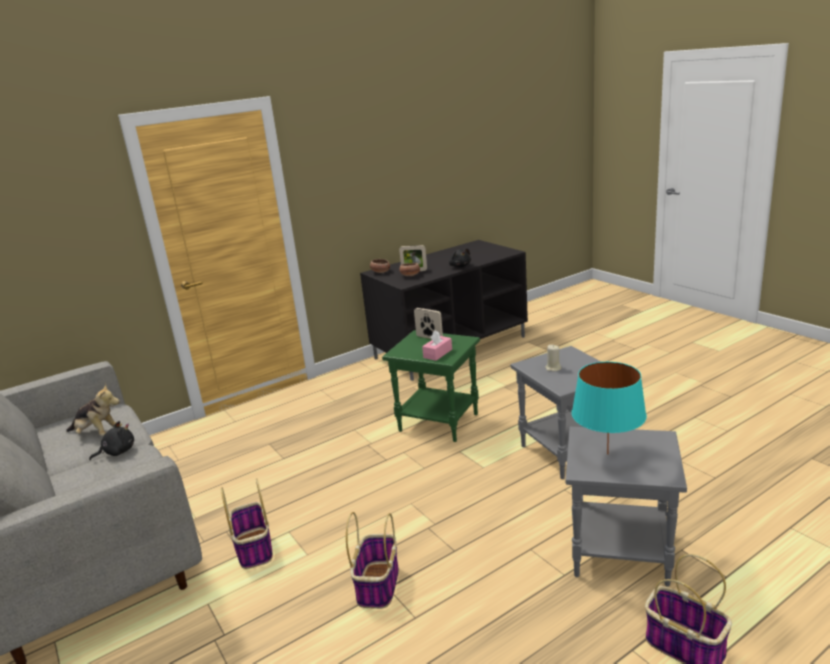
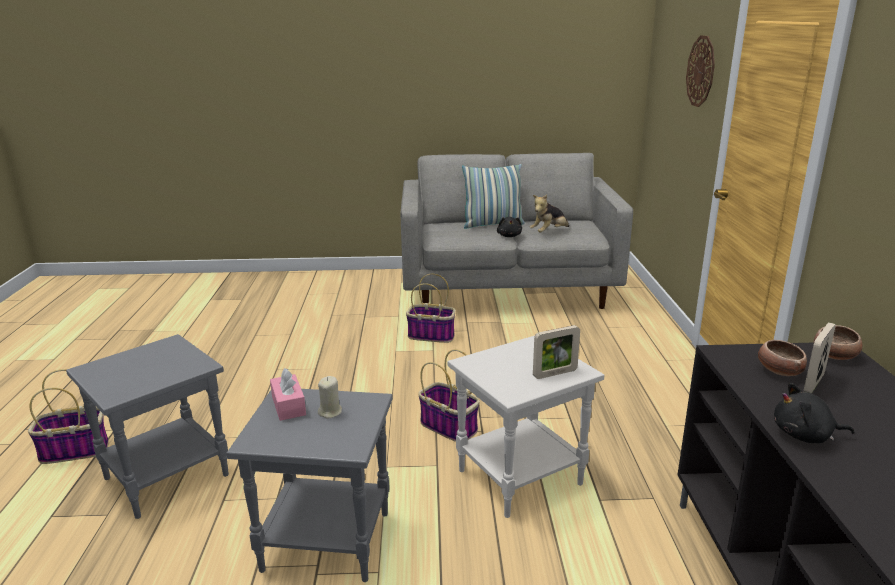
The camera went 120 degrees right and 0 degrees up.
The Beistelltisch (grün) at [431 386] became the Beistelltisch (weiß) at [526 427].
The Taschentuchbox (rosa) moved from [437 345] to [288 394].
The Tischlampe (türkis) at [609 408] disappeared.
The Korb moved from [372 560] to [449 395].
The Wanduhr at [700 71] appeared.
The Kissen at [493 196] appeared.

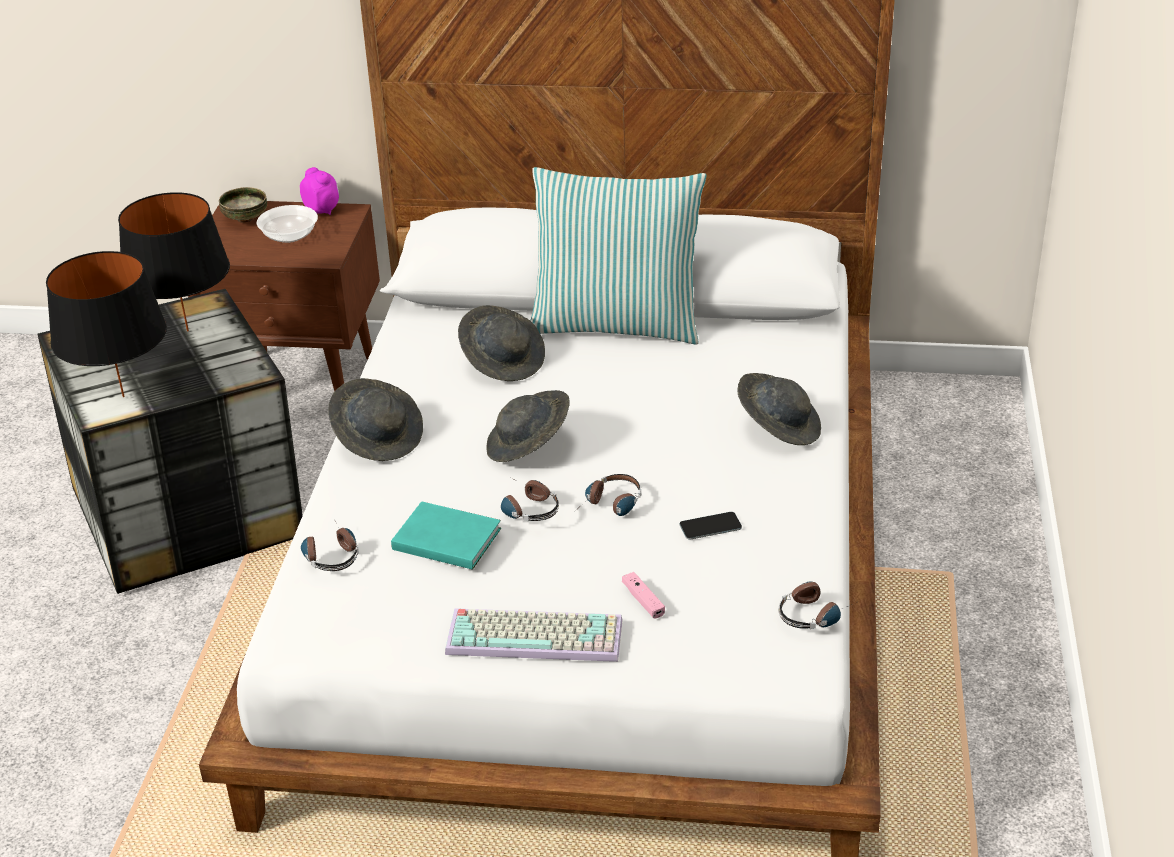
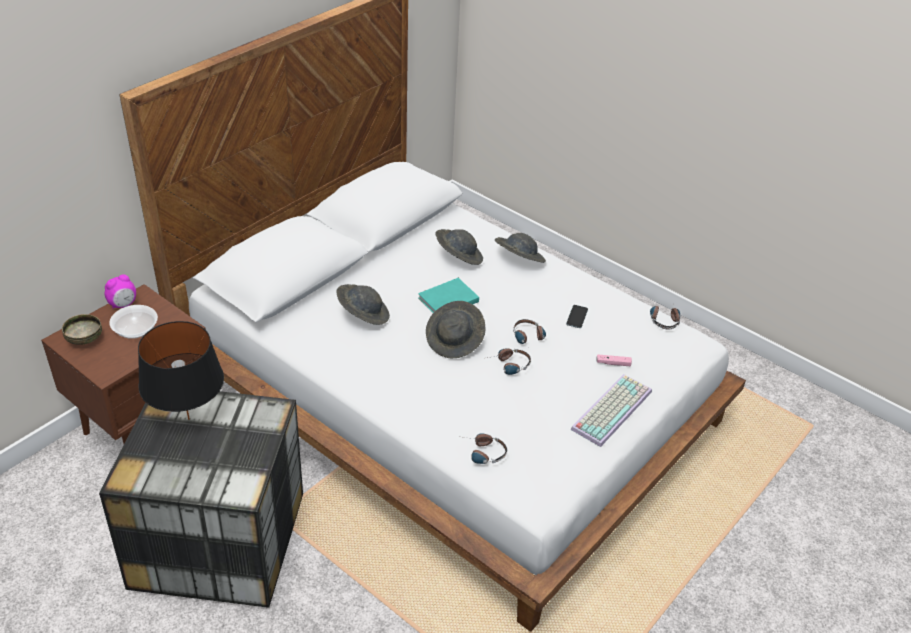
The camera went 60 degrees left and 5 degrees up.
The Wecker at [319 191] turned 150 degrees clockwise.
The Kissen at [618 255] disappeared.
The Tischlampe (schwarz) at [106 324] disappeared.
The Hut (grau) moved from [375 419] to [459 247].
The Buch (türkis) moved from [446 535] to [448 295].

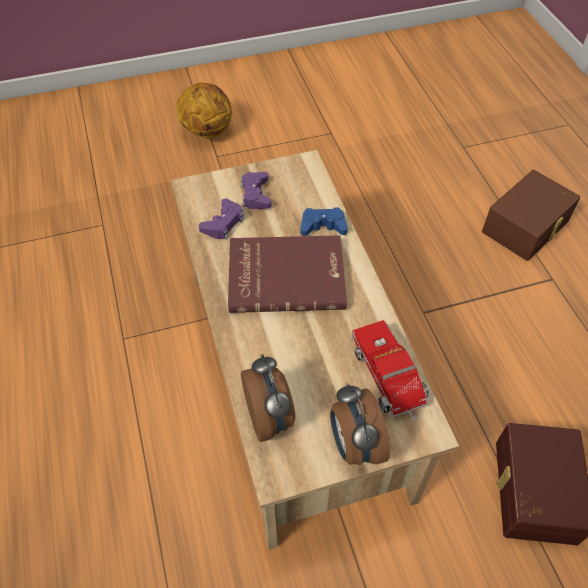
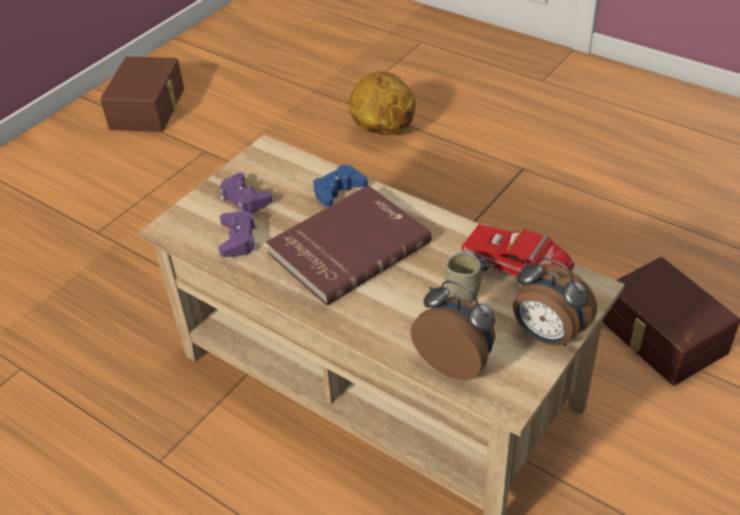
The camera went 35 degrees left and 10 degrees down.
The Basketball moved from [204 111] to [382 103].
The Aufbewahrungsbox (braun) moved from [531 215] to [142 94].
The Tasse at [463 276] appeared.

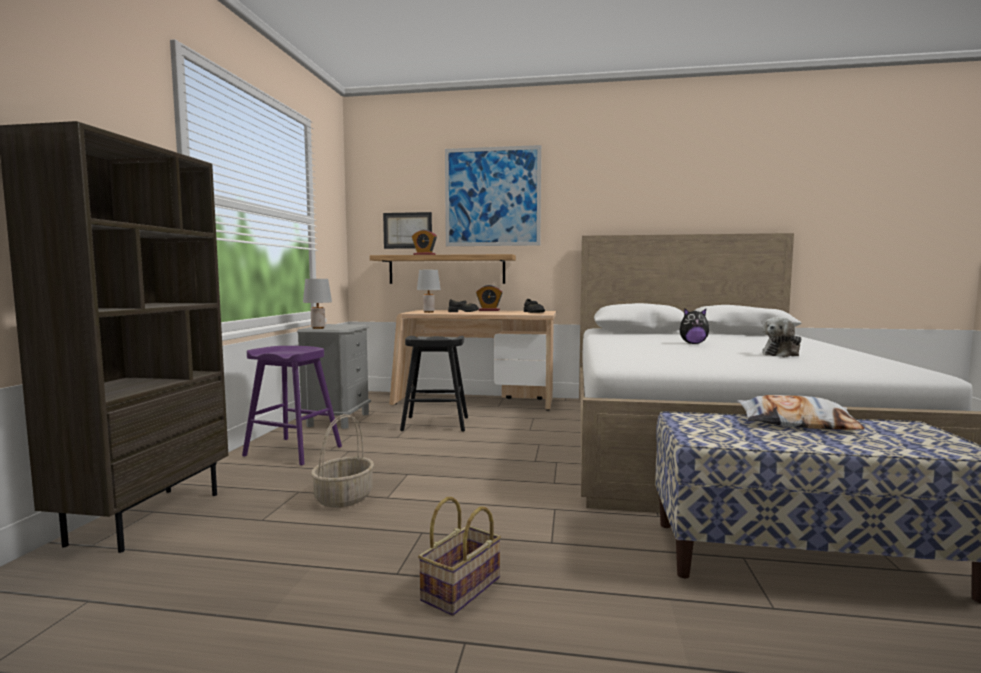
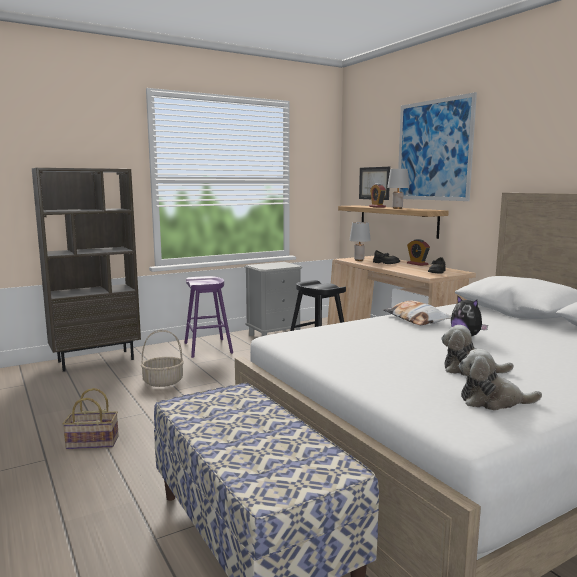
The camera went 50 degrees right and 5 degrees up.
The Tischlampe (grau) moved from [317 304] to [398 189].
The Kissen moved from [801 412] to [417 312].
The Plüschtier at [500 380] appeared.

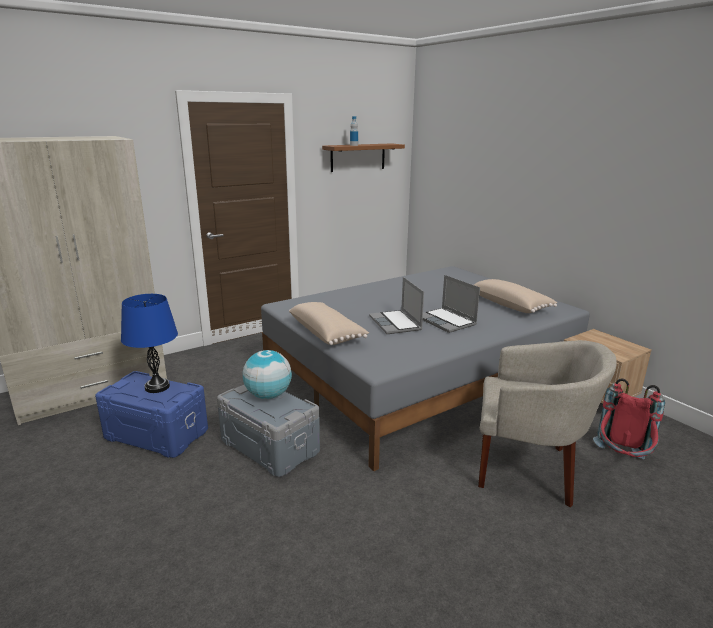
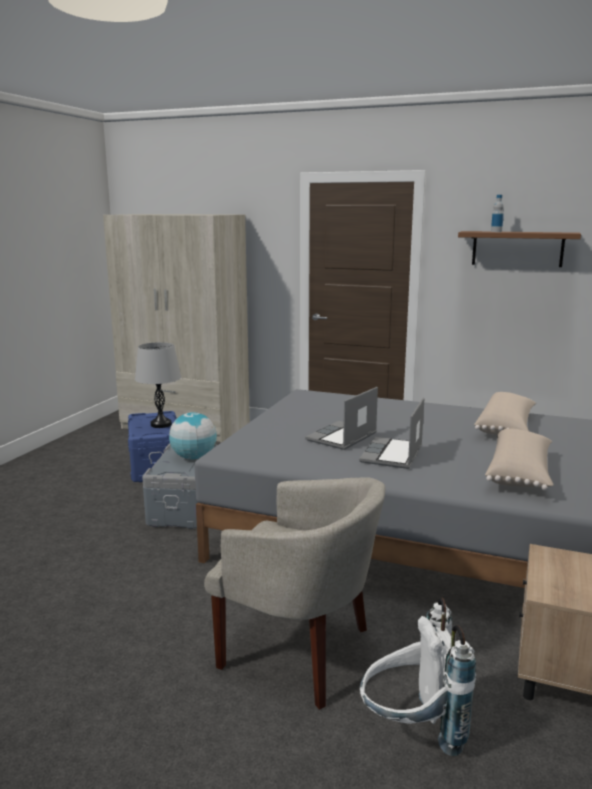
The camera went 55 degrees right and 5 degrees down.
The Tischlampe (blau) at [149 343] became the Tischlampe (grau) at [158 385].
The Kissen (beige) moved from [329 323] to [505 413].
The Sessel (beige) at [547 423] turned 45 degrees counterclockwise.
The Rucksack (rot) at [629 419] became the Rucksack (weiß) at [418 676].

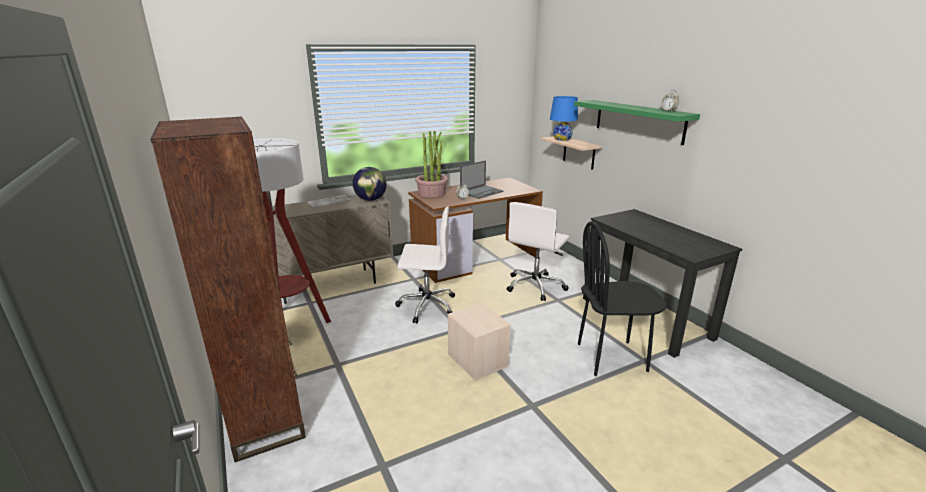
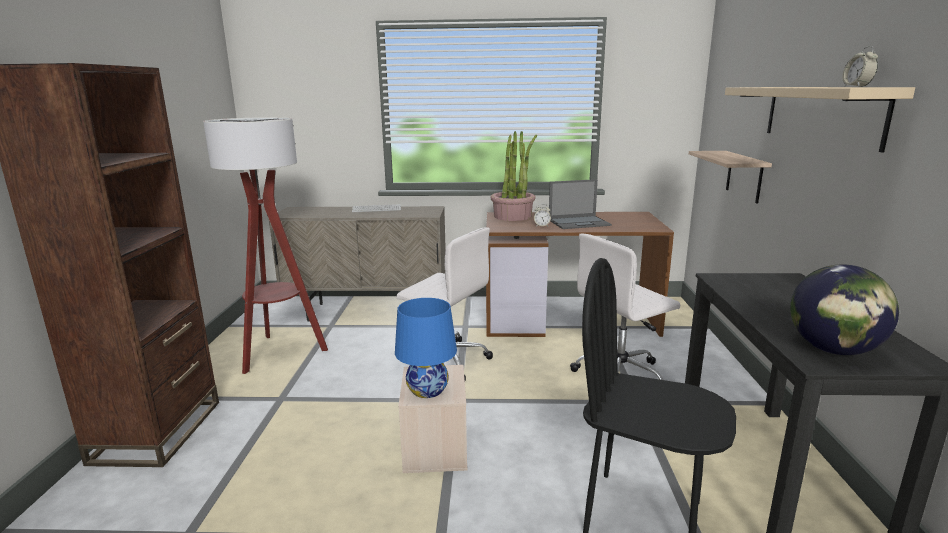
The camera went 30 degrees right and 5 degrees down.
The Tischlampe (blau) moved from [564 118] to [426 348].
The Wandregal (grün) at [637 122] became the Wandregal (beige) at [820 119].
The Globus moved from [369 184] to [844 309].

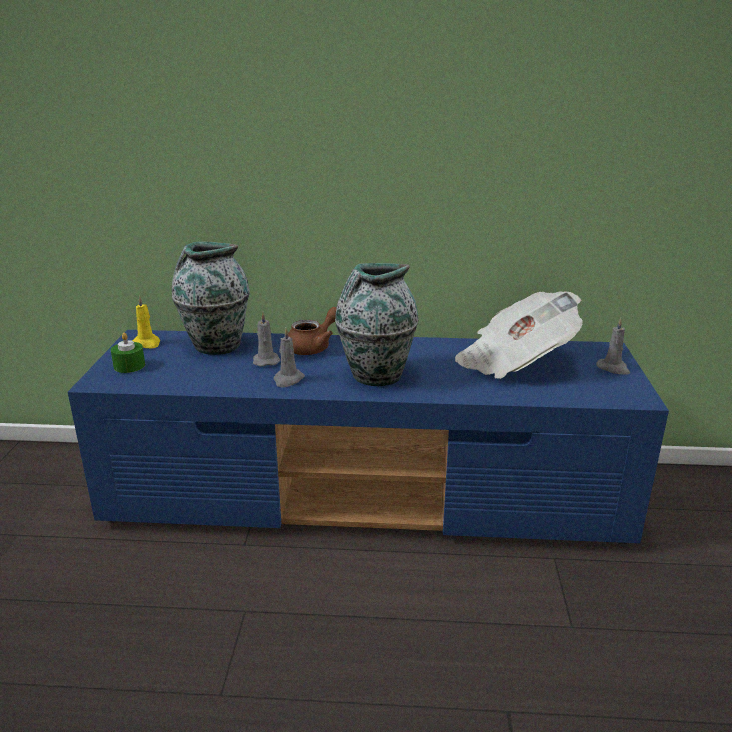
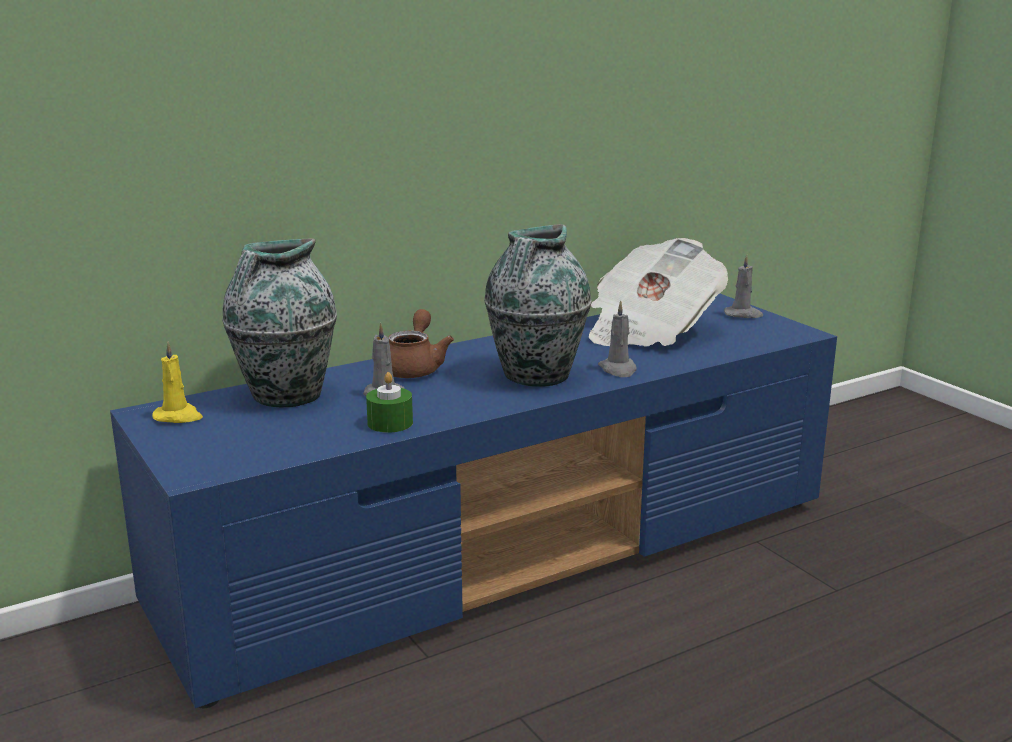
The camera went 35 degrees left and 5 degrees down.
The Kerze (grau) moved from [289 358] to [617 338].
The Kerze (grün) moved from [128 352] to [389 402].

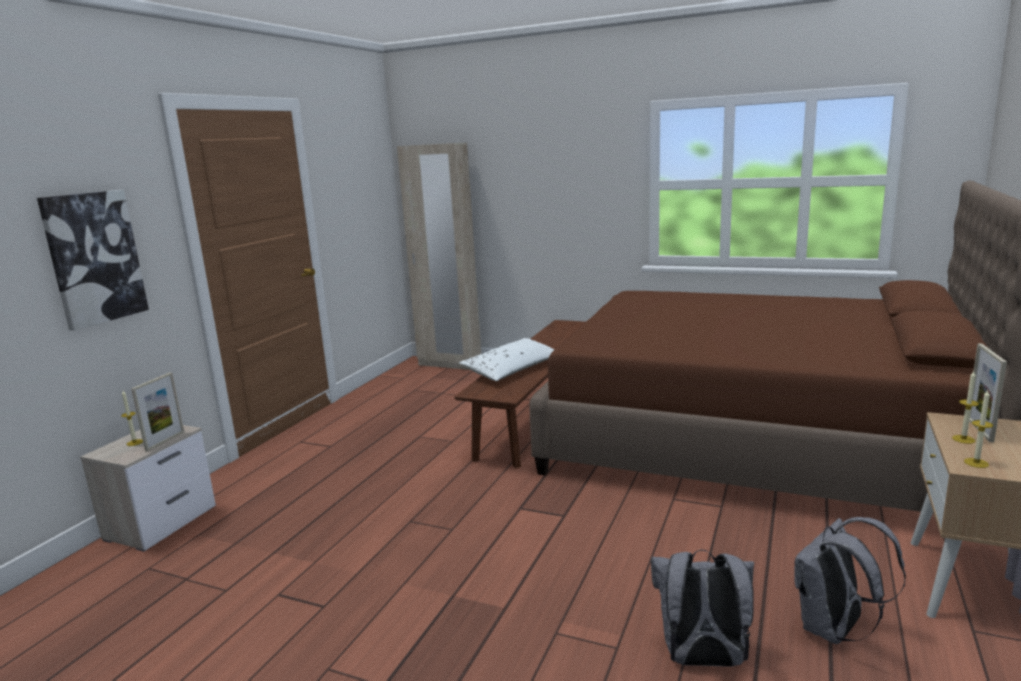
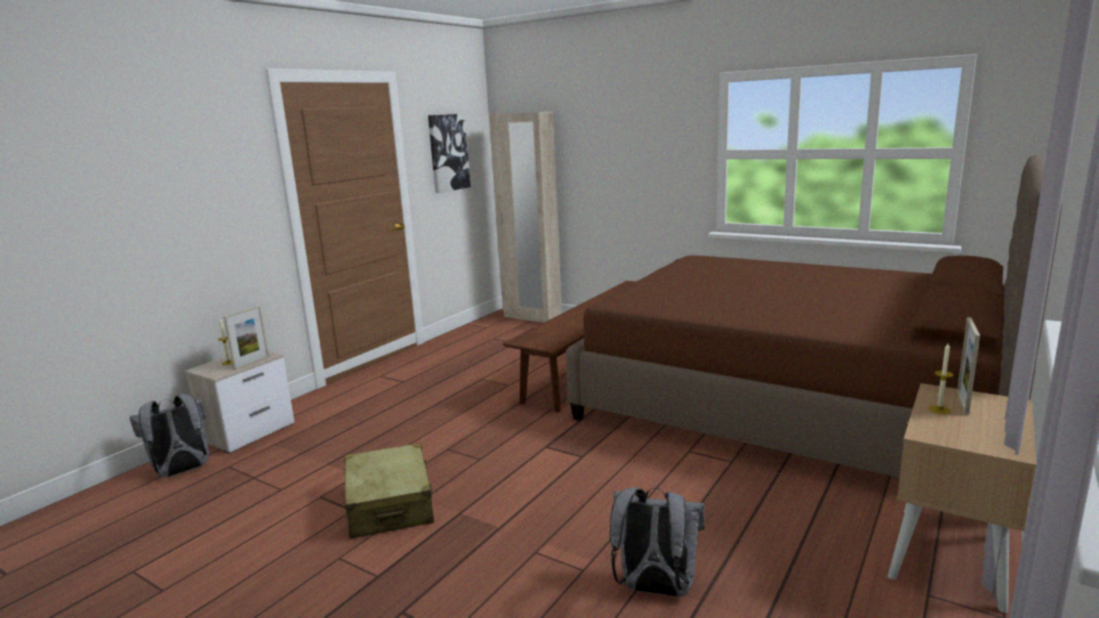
The camera went 10 degrees right and 0 degrees up.
The Bild moved from [93 260] to [449 153].
The Kissen (weiß) at [506 359] disappeared.
The Kerze at [979 429] disappeared.
The Rucksack (grau) moved from [850 580] to [169 435].
The Koffer (beige) at [389 491] appeared.

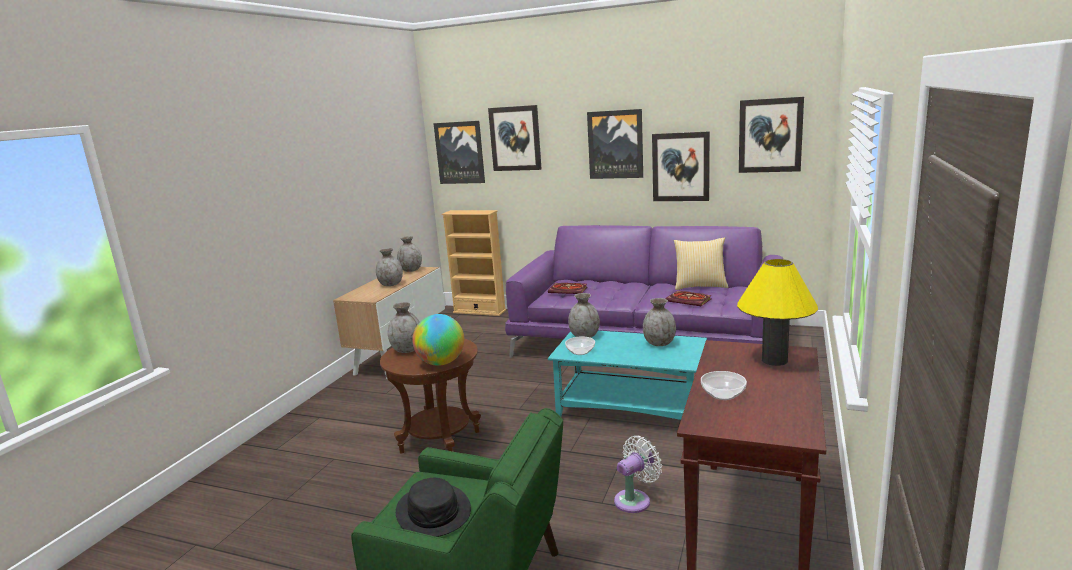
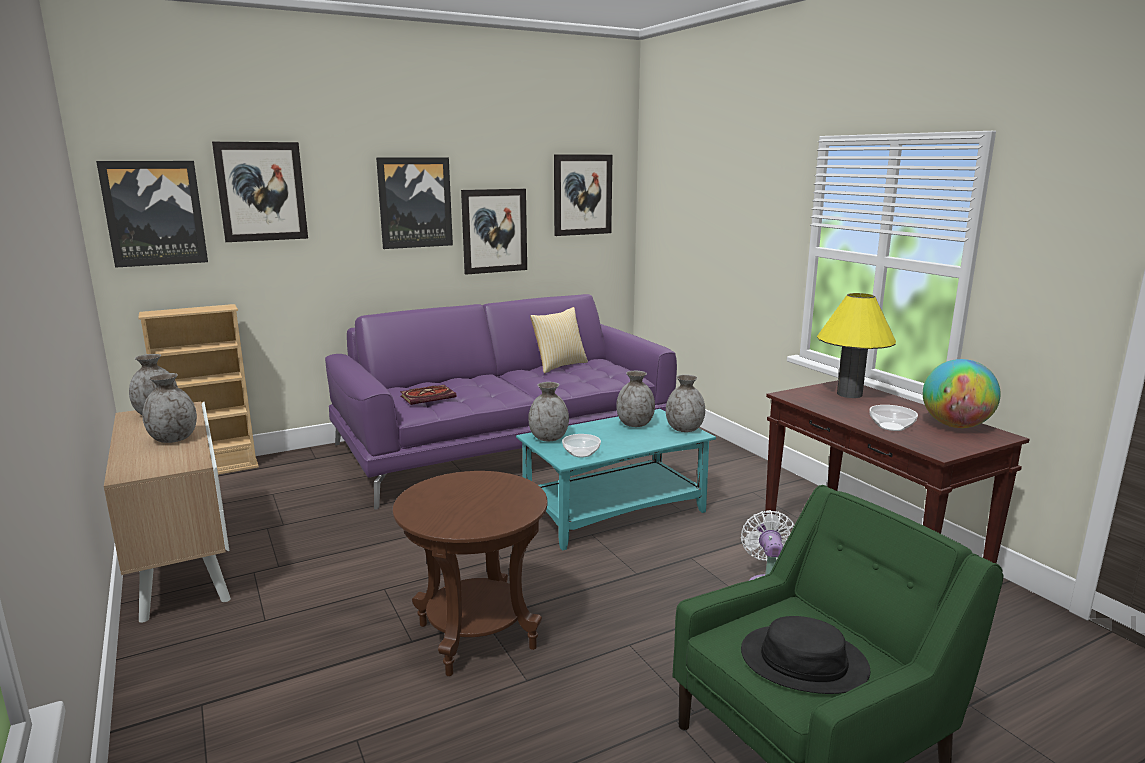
The camera went 50 degrees left and 0 degrees up.
The Buch at [689 298] disappeared.
The Vase (grau) moved from [404 327] to [685 403].
The Globus moved from [438 340] to [962 393].

